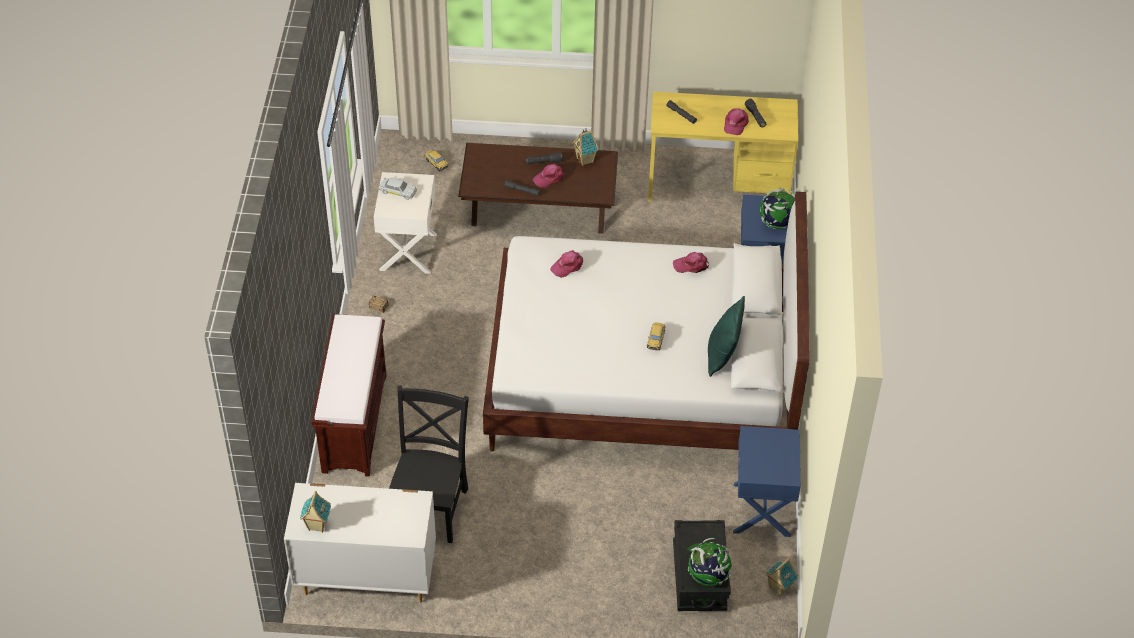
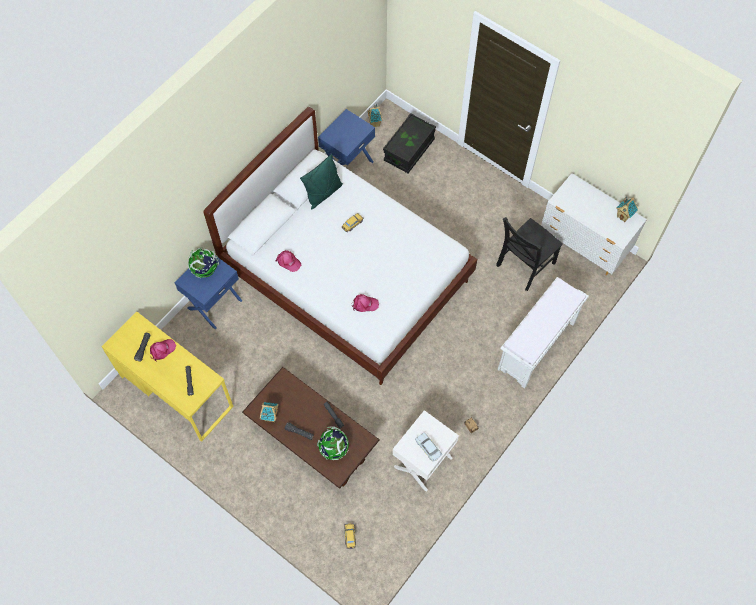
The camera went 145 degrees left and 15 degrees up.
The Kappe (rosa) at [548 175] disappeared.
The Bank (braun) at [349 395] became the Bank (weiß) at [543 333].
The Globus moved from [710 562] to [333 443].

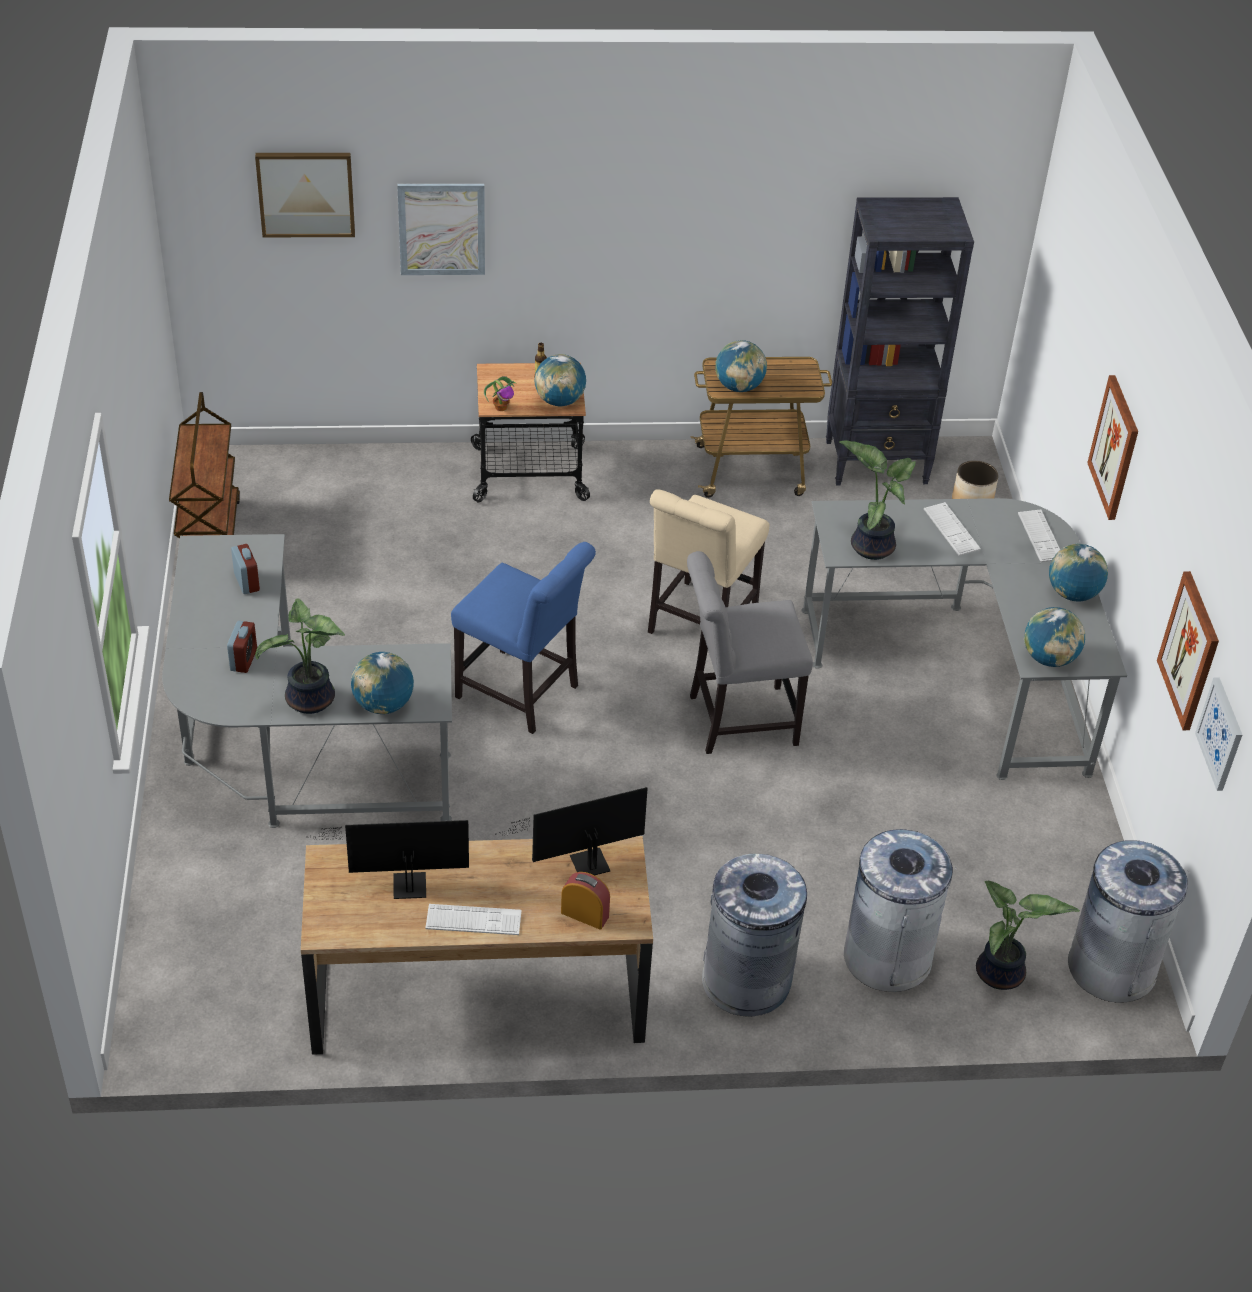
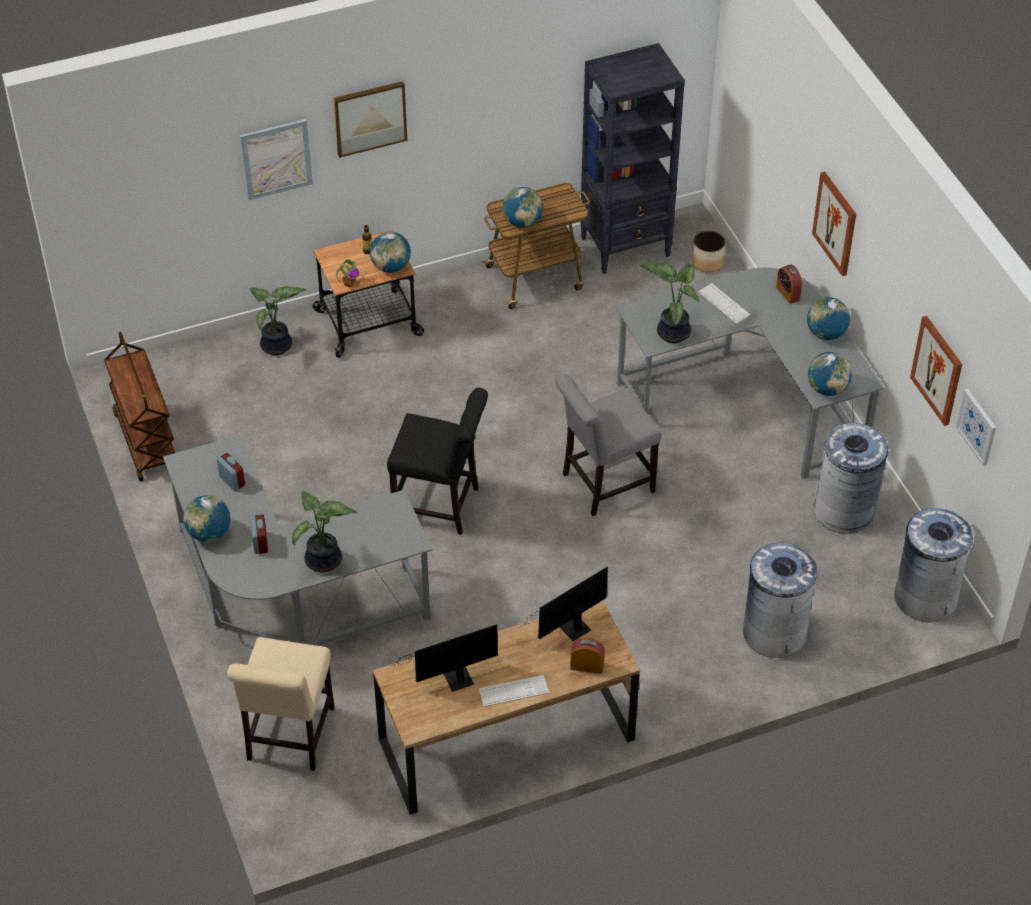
The camera went 15 degrees left and 5 degrees up.
The Bild moved from [305 195] to [370 119].
The Stuhl (beige) moved from [709 561] to [281 704].
The Tastatur at [1039 535] was replaced by the Wecker at [789 284].
The Stuhl (blau) at [523 638] became the Stuhl (schwarz) at [437 461].
The Globus moved from [382 683] to [206 518].
The Mülleimer (grau) moved from [754 935] to [851 478].
The Topfpflanze moved from [1028 935] to [278 320].

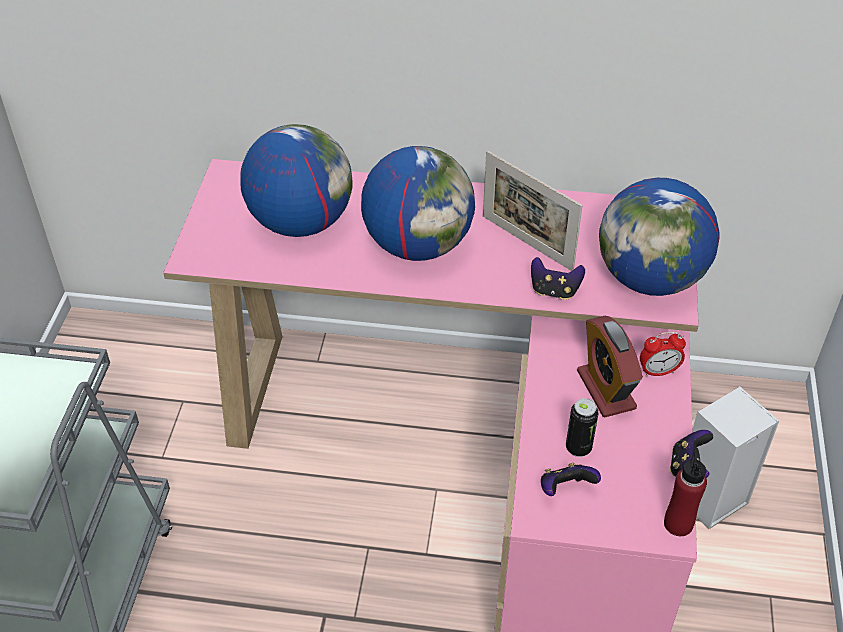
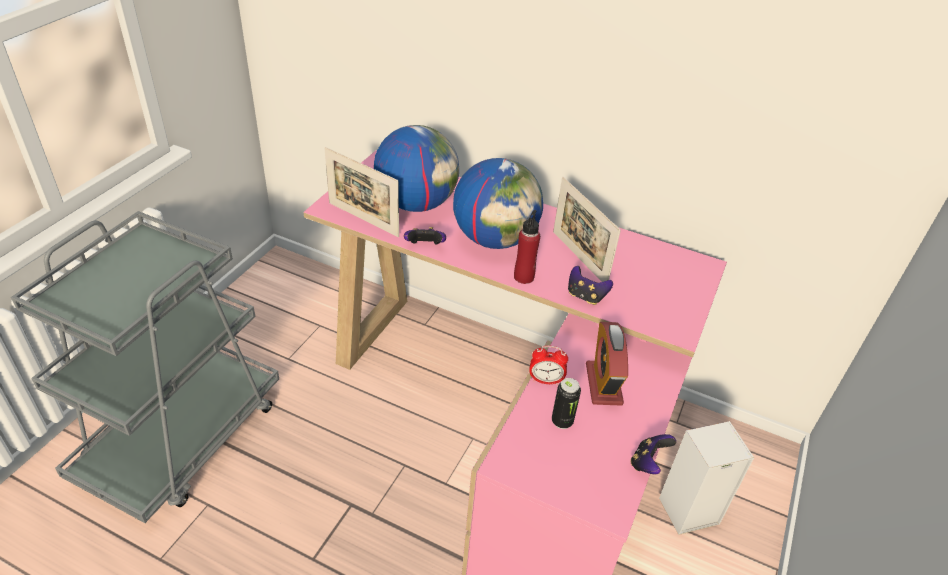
The camera went 15 degrees right and 5 degrees down.
The Globus at [659 237] disappeared.
The Wecker moved from [663 354] to [548 365].
The Flasche (rot) moved from [685 492] to [527 247].
The Gamepad moved from [571 479] to [425 235].
The Bilderrahmen at [361 192] appeared.

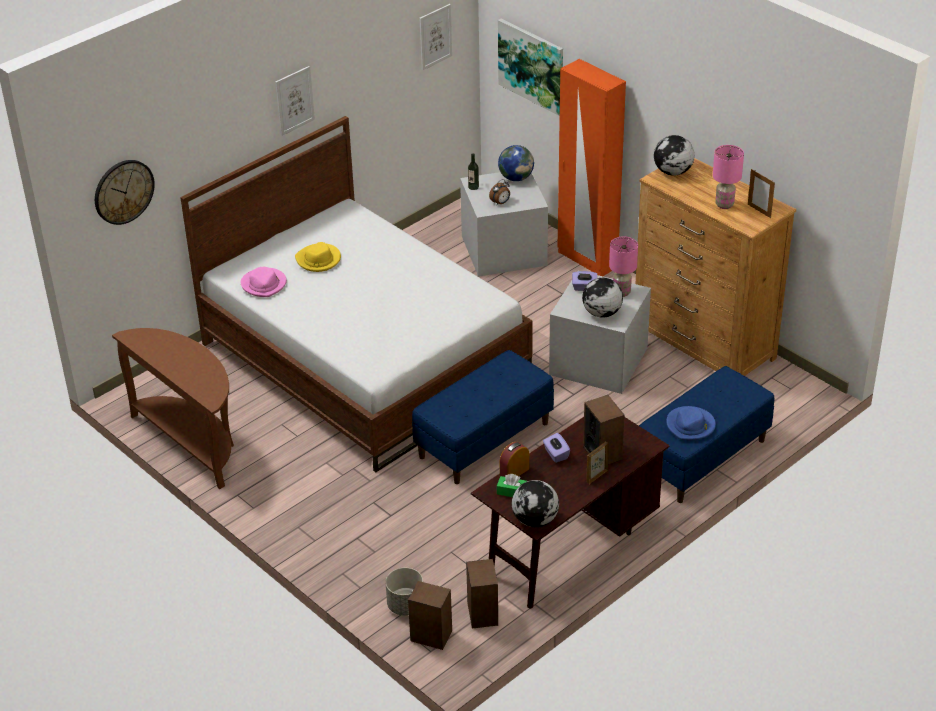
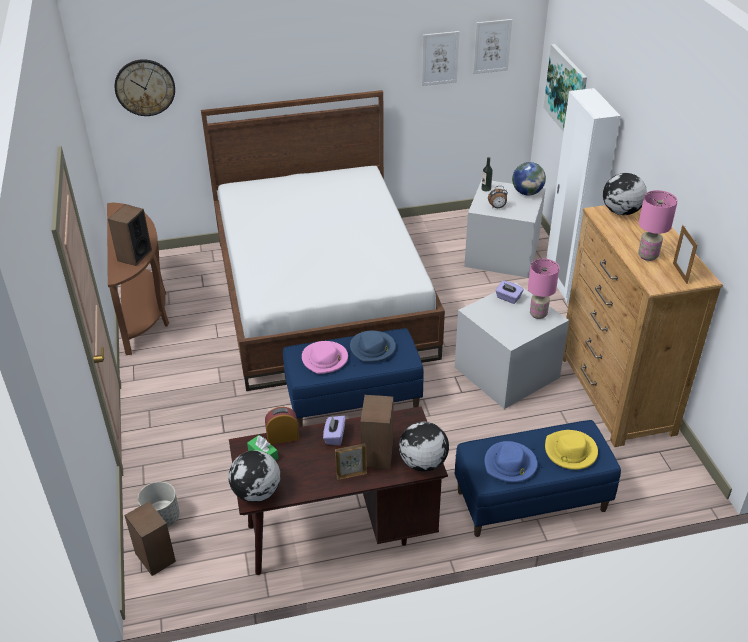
The camera went 30 degrees right and 0 degrees up.
The Kleiderschrank (orange) at [592 167] became the Kleiderschrank (weiß) at [583 195].
The Bild moved from [295 101] to [440 58].
The Hut (gelb) moved from [318 257] to [571 450].
The Hut (rosa) moved from [264 282] to [325 357].
The Globus moved from [602 298] to [424 446].
The Lautsprecher moved from [482 594] to [130 235].
The Hut (blau) at [373 346] appeared.

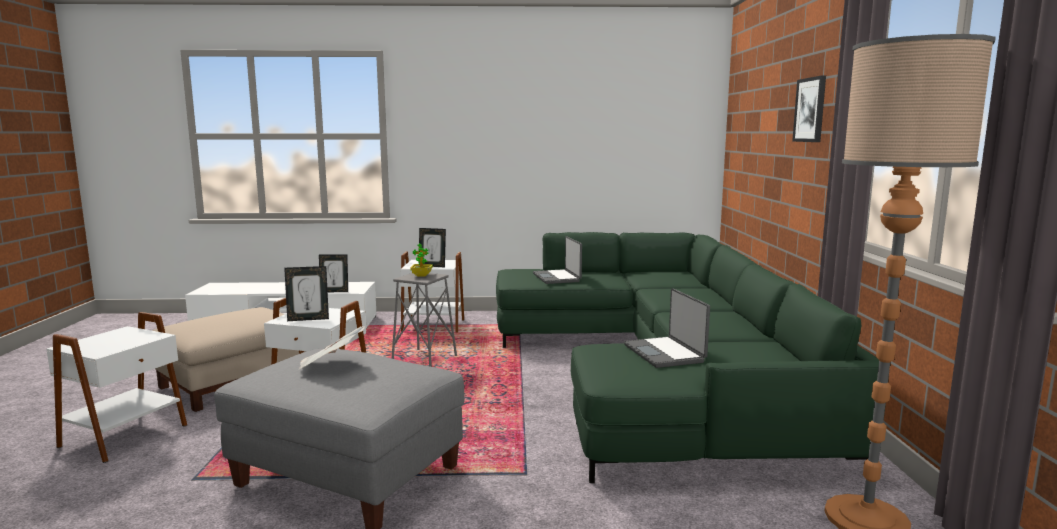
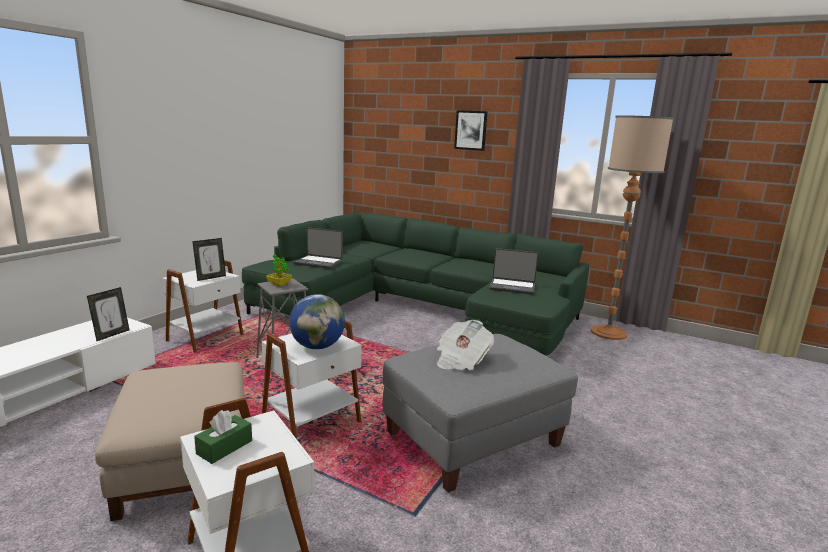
The camera went 60 degrees left and 5 degrees up.
The Bilderrahmen at [306 293] was replaced by the Globus at [317 321].
The Taschentuchbox (grün) at [223 437] appeared.

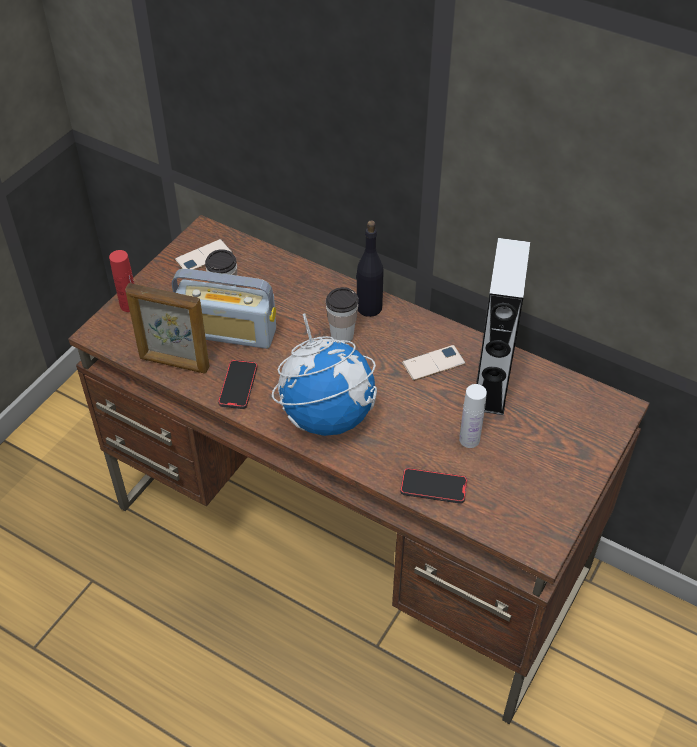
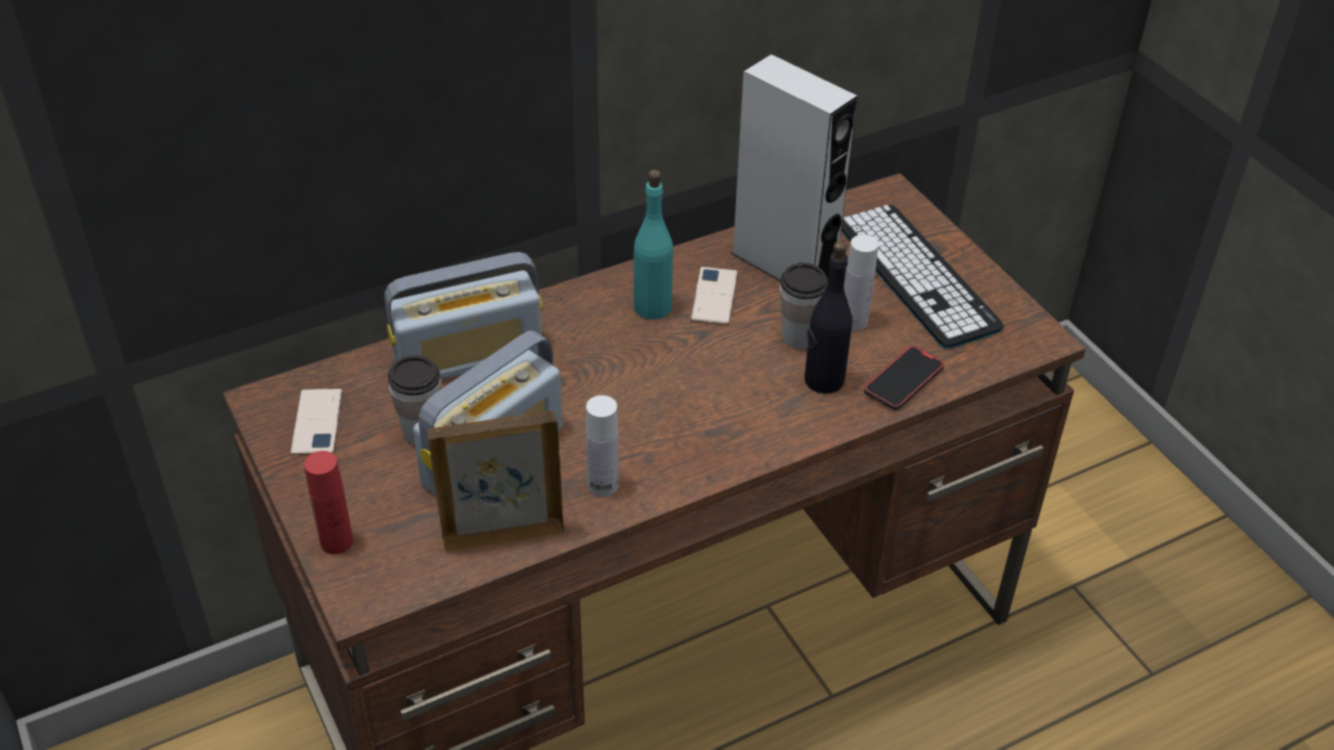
The camera went 60 degrees left and 5 degrees down.
The Flasche (schwarz) moved from [370 269] to [828 317].
The Bilderrahmen at [167 328] turned 150 degrees counterclockwise.
The Tasse moved from [342 315] to [804 306].
The Globus at [324 374] disappeared.
The Handy at [237 384] was replaced by the Flasche (weiß) at [602 446].
The Flasche (türkis) at [653 244] appeared.
The Tastatur at [922 276] appeared.
The Radio at [464 316] appeared.

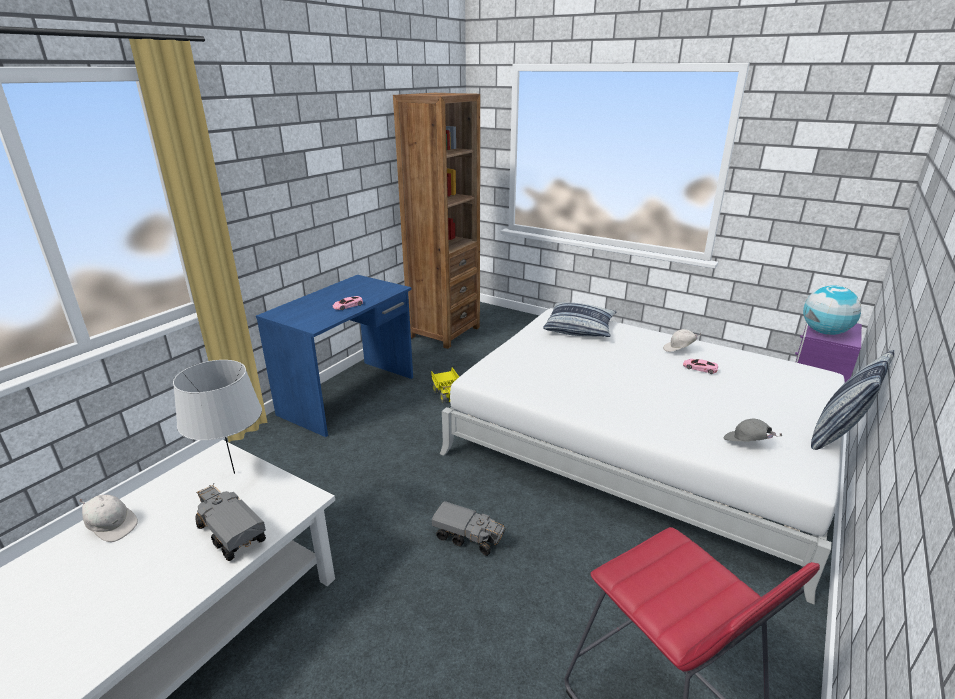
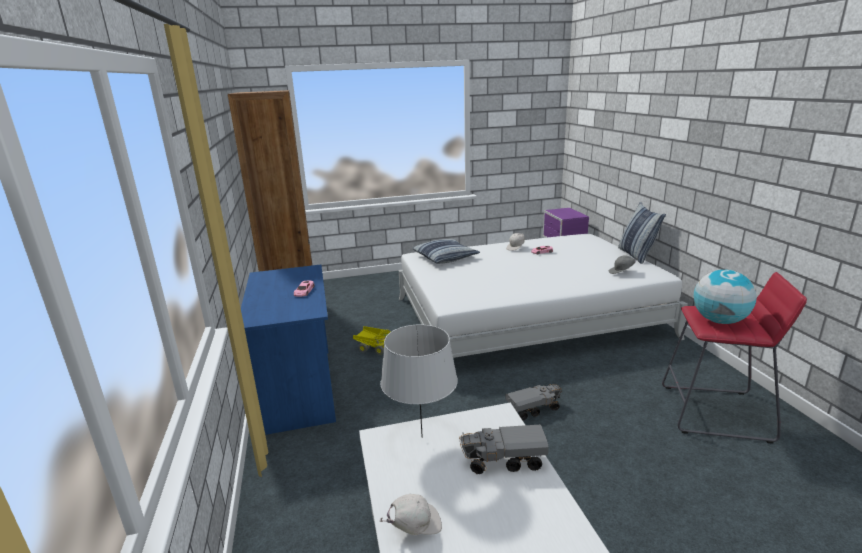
The camera went 45 degrees left and 5 degrees down.
The Globus moved from [832 310] to [725 297].

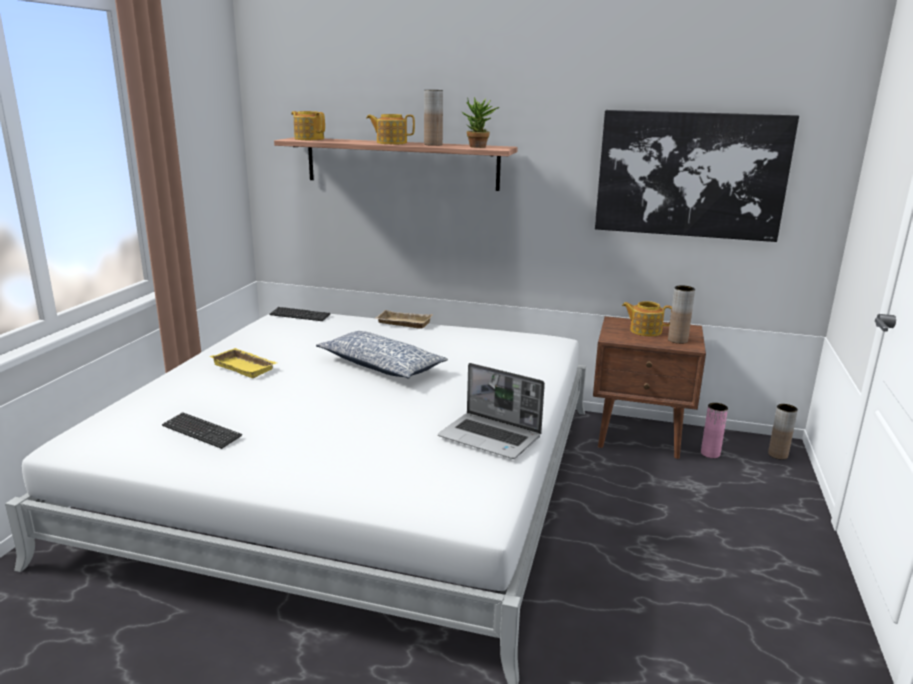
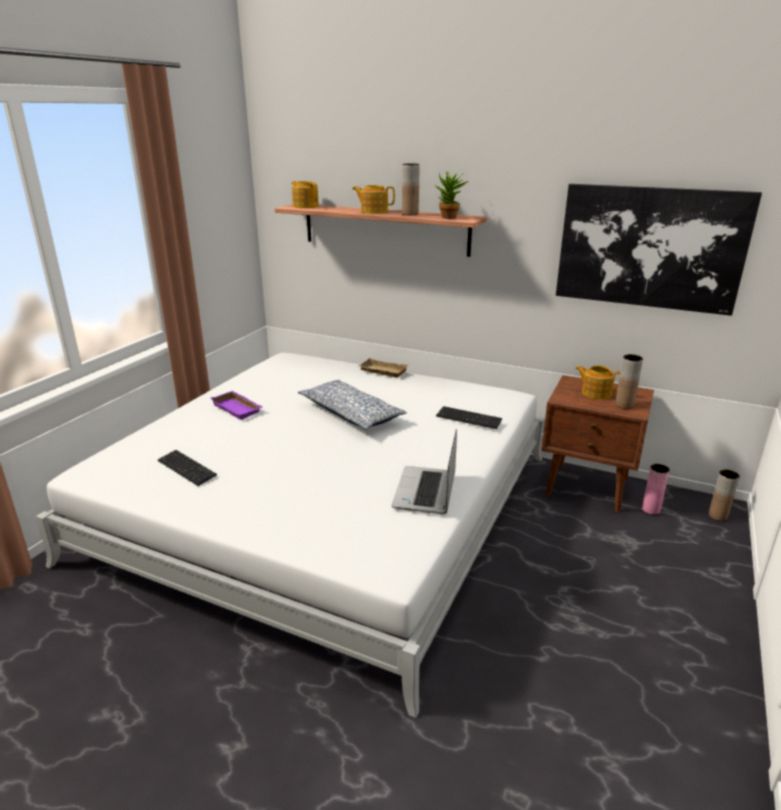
The camera went 10 degrees right and 5 degrees up.
The Tastatur moved from [300 314] to [469 417].
The Tablett (gelb) at [243 363] became the Tablett (lila) at [236 405].
The Laptop at [491 411] turned 60 degrees clockwise.

